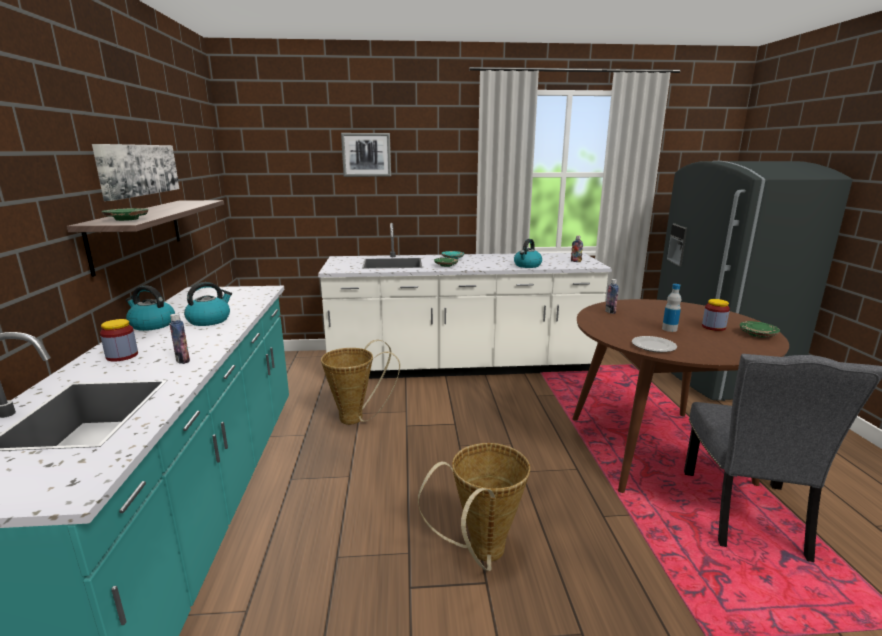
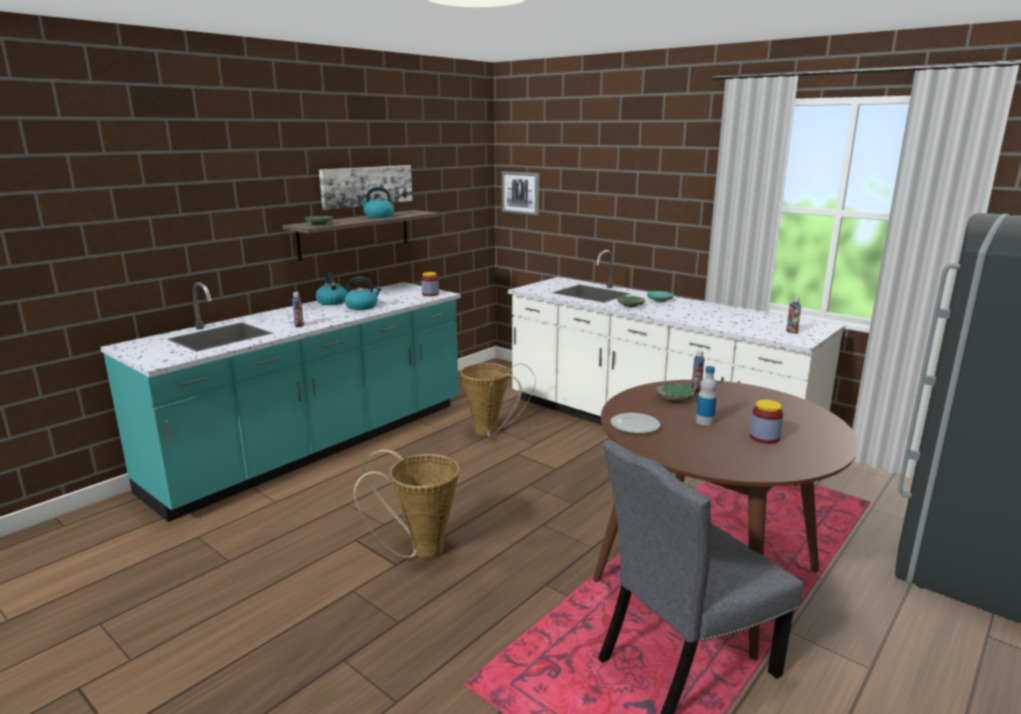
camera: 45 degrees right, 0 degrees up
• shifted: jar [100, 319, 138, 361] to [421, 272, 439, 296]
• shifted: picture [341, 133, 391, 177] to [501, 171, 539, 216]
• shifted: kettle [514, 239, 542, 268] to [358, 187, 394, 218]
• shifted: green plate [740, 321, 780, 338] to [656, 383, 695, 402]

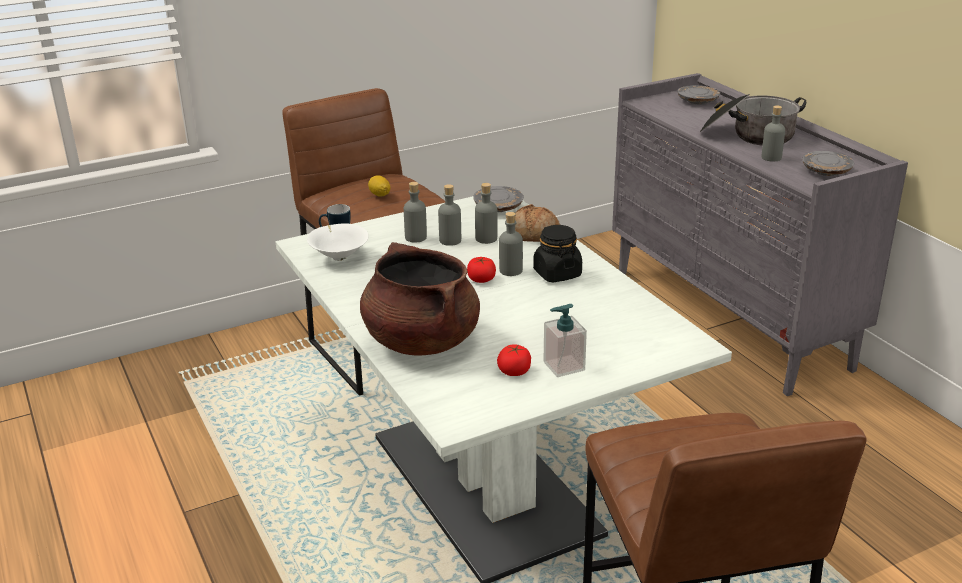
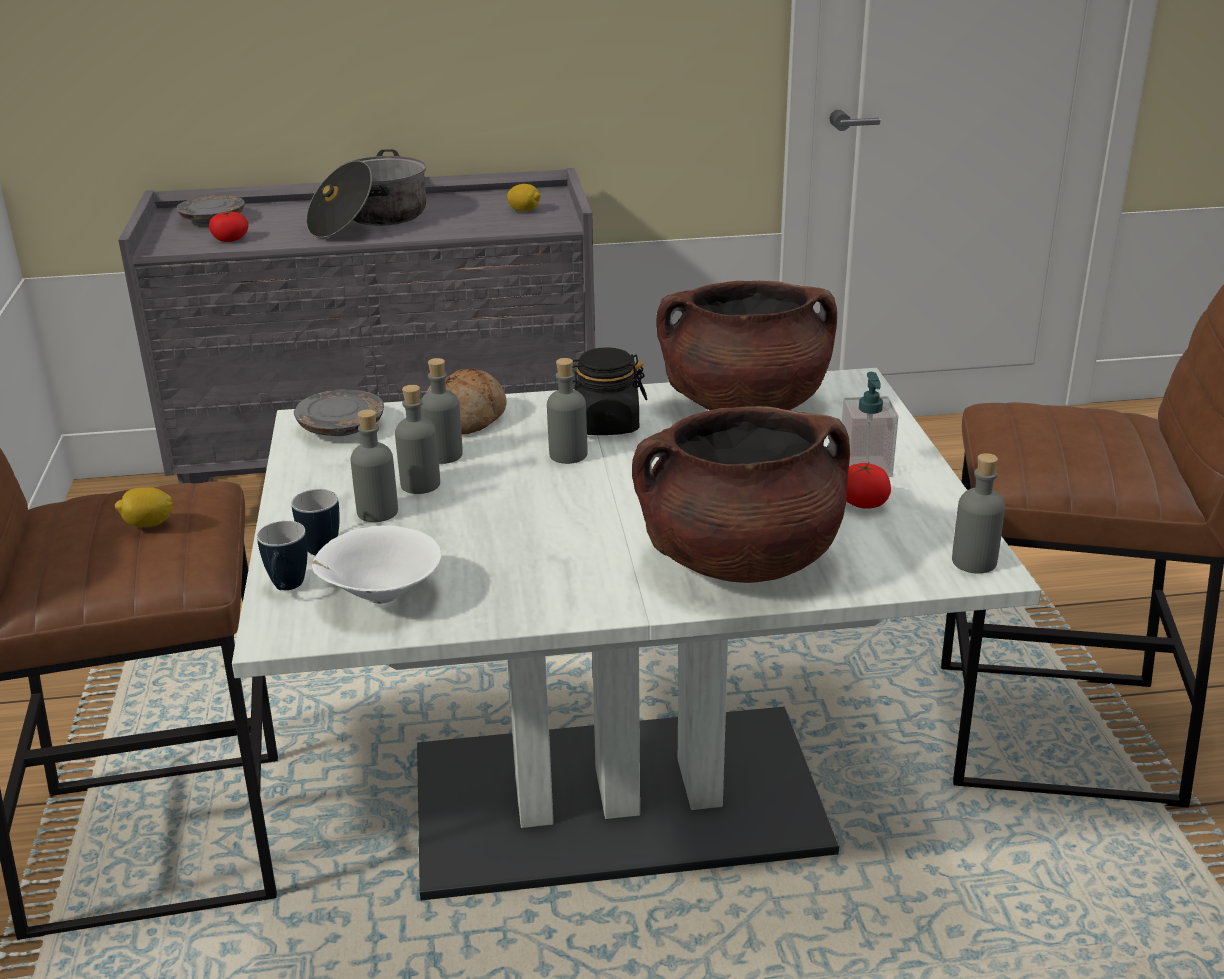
camera: 70 degrees left, 0 degrees up
• shifted: tomato [467, 257, 496, 283] to [209, 212, 248, 242]
• shifted: grey bottle [761, 105, 785, 162] to [952, 453, 1005, 574]
• swapped: grey plate [803, 151, 855, 176] to lemon [507, 184, 541, 212]
• new: mug [291, 489, 339, 556]
• new: brown cooking pot [656, 281, 837, 410]

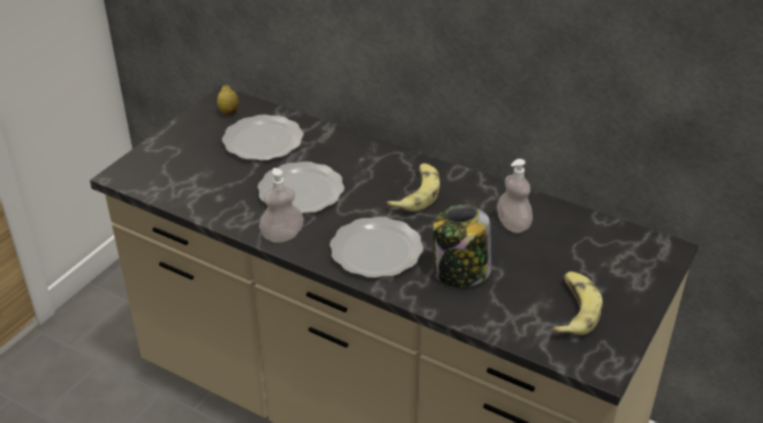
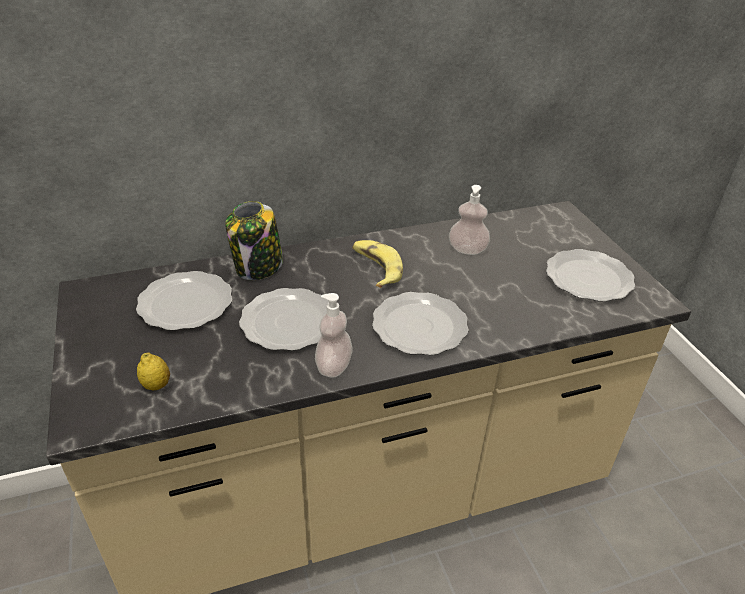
camera: 50 degrees left, 0 degrees up
• shifted: lemon [217, 85, 239, 115] to [137, 352, 170, 390]
• shifted: jar [433, 204, 491, 288] to [225, 201, 283, 280]
• swapped: banana [553, 272, 603, 335] to plate [546, 249, 635, 302]

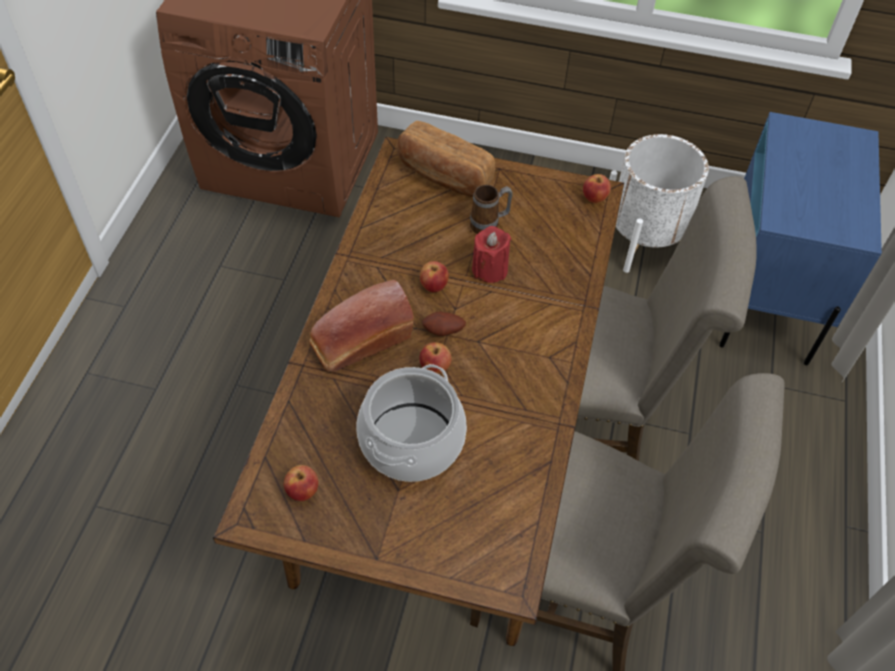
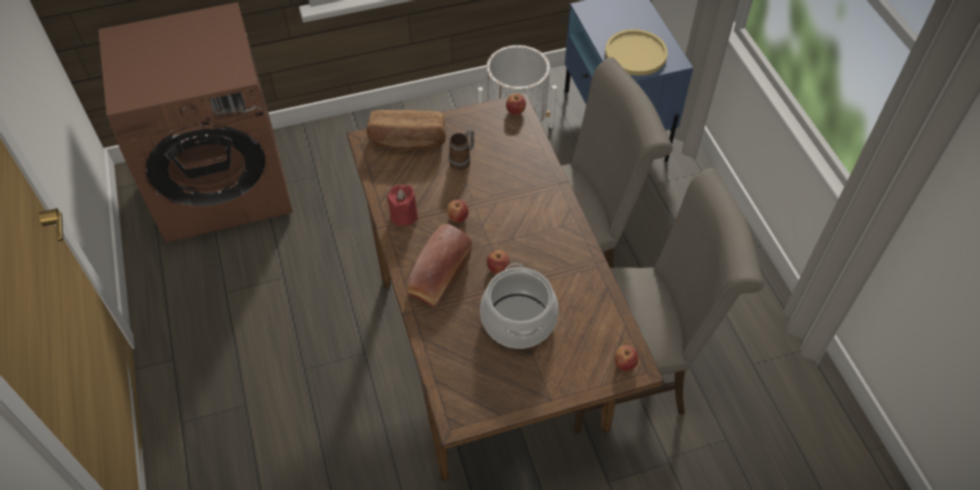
camera: 30 degrees left, 0 degrees up
• shifted: apple [284, 465, 318, 501] to [615, 345, 639, 371]
• gone: potato [422, 312, 466, 336]
• shifted: red candle [472, 226, 511, 283] to [387, 185, 418, 227]
• new: yellow plate [605, 29, 668, 76]

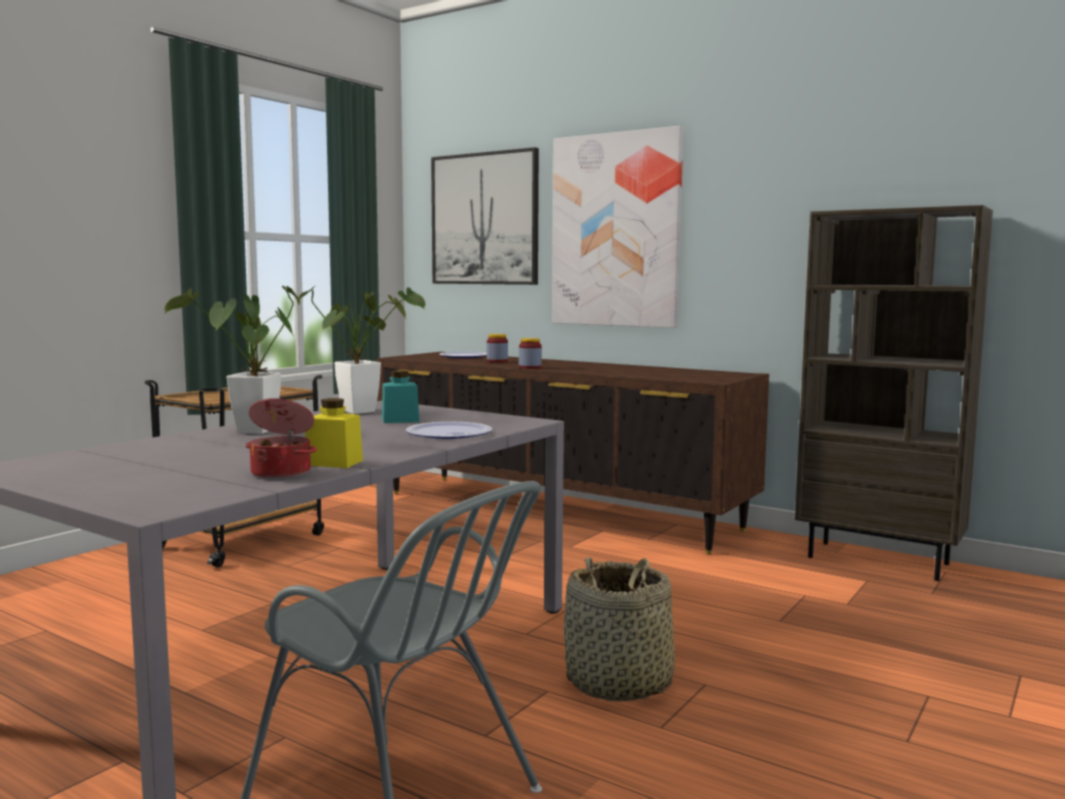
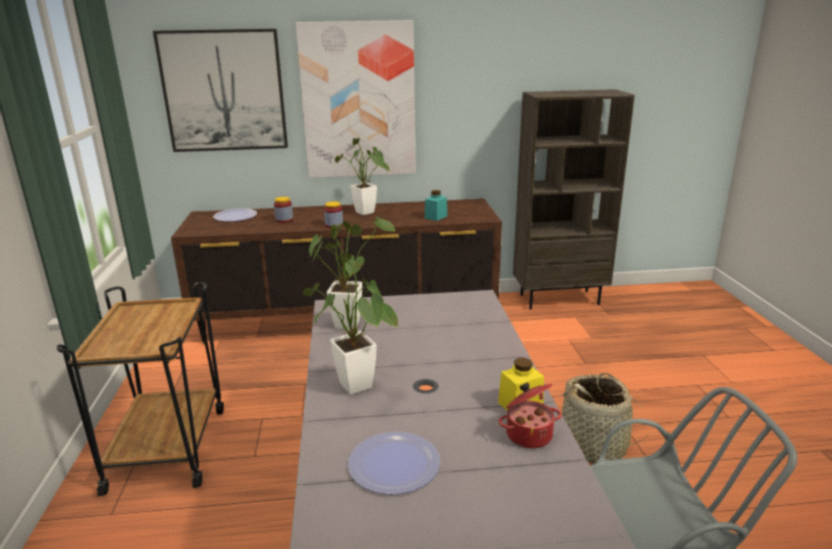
camera: 40 degrees left, 15 degrees up
• shifted: turquoise jar [382, 371, 419, 423] to [424, 190, 448, 221]
• shifted: plate [406, 422, 493, 439] to [348, 432, 440, 495]
• new: potted plant [335, 138, 390, 215]

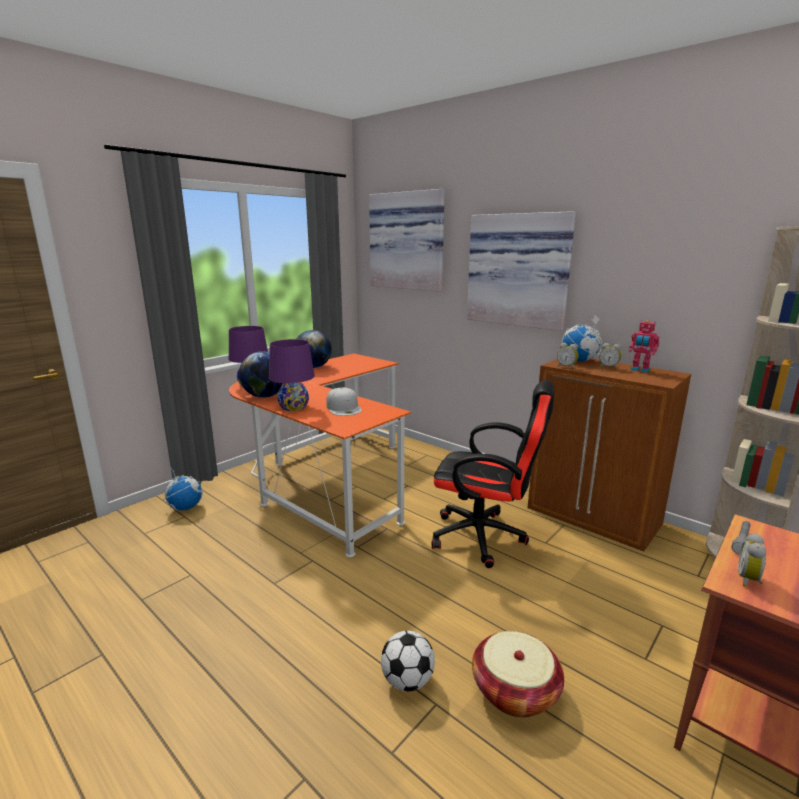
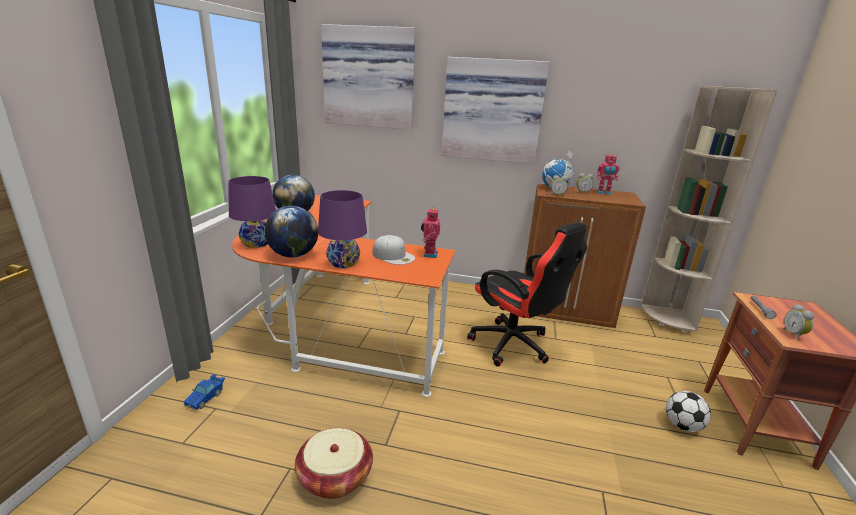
camera: 30 degrees left, 5 degrees up
• swapped: globe [163, 468, 203, 511] to blue toy car [183, 374, 225, 411]
• shifted: football [381, 631, 435, 691] to [666, 391, 711, 432]
• rotated: black office chair [432, 380, 554, 568] = [467, 222, 587, 366] 60 degrees clockwise
• shifted: basket [472, 631, 564, 717] to [295, 428, 373, 499]
• new: toy robot [421, 207, 440, 258]

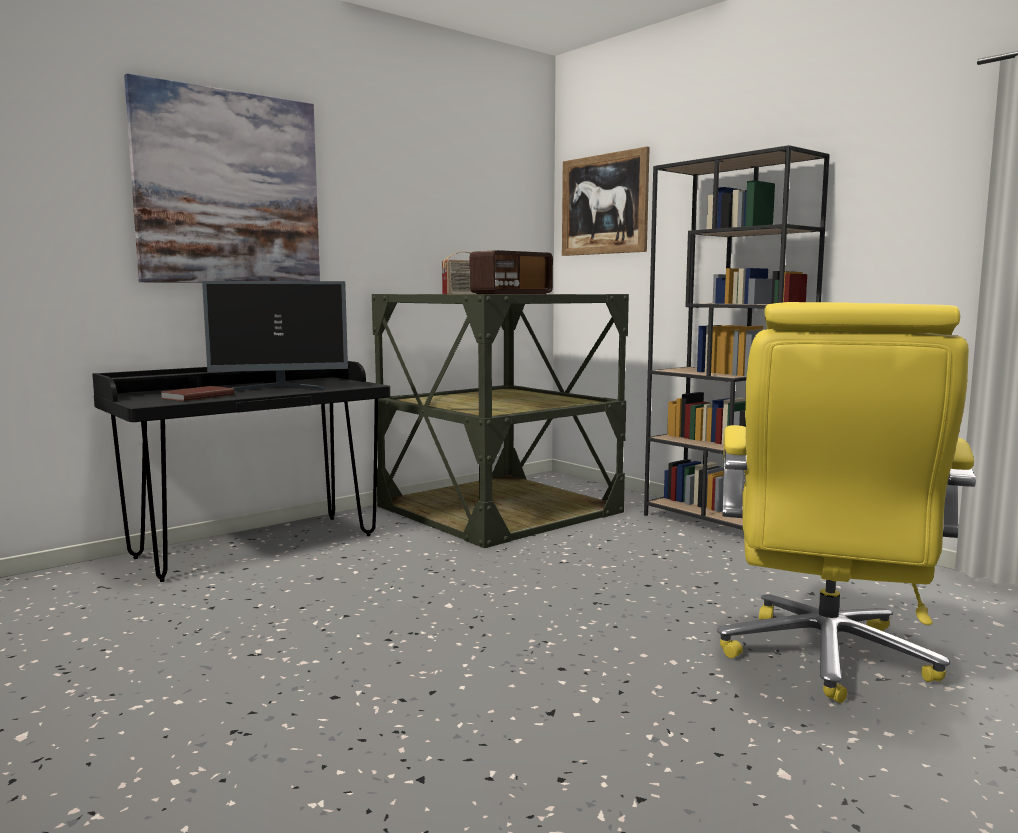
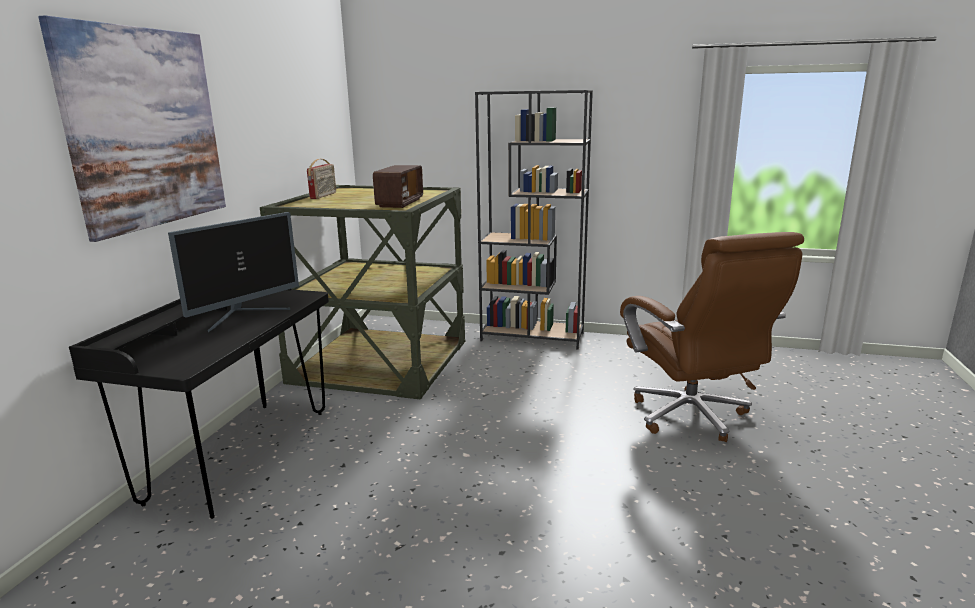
camera: 35 degrees left, 10 degrees up
• gone: brown book [160, 386, 235, 401]
• gone: picture [562, 147, 650, 256]
• repainted: yellow office chair [717, 302, 976, 703] to brown office chair [620, 232, 804, 442]

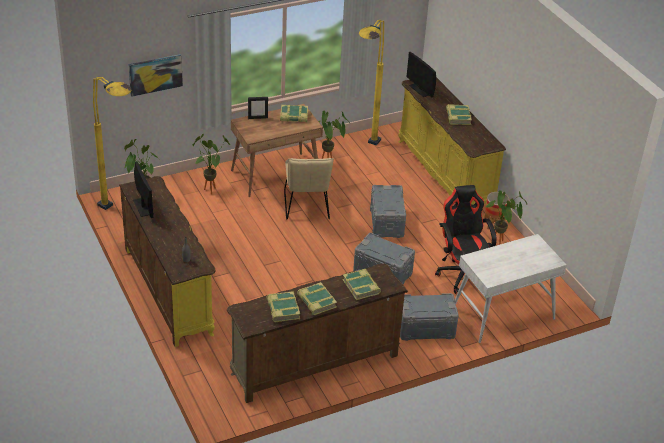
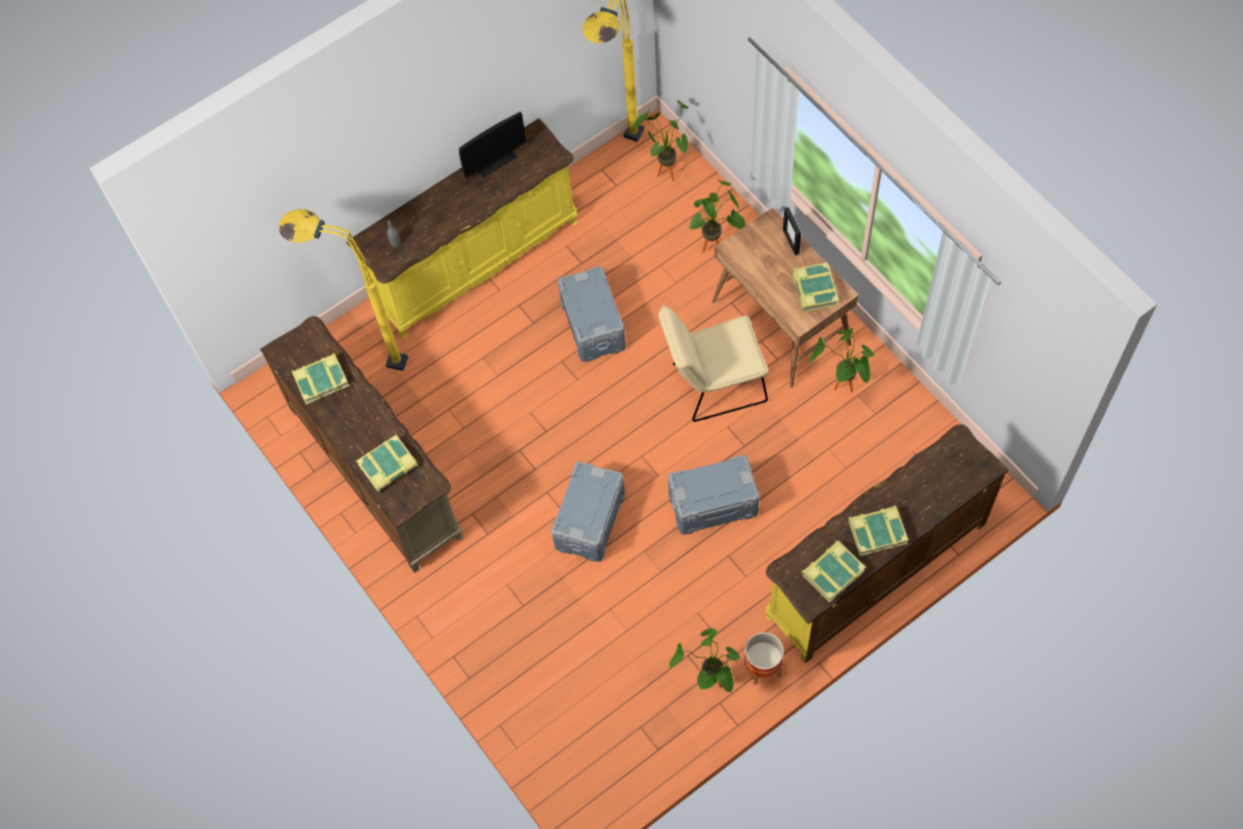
camera: 85 degrees right, 25 degrees up
• gone: picture [128, 54, 183, 97]
• shifted: book [297, 282, 337, 315] to [801, 541, 866, 603]
• shifted: yellow floor lamp [359, 20, 384, 146] to [279, 209, 408, 371]
• shifted: grey storage box [400, 293, 459, 341] to [558, 266, 626, 362]
• gone: monitor [407, 52, 436, 98]
• gone: black office chair [435, 185, 497, 294]
• gone: white desk [455, 234, 567, 343]

